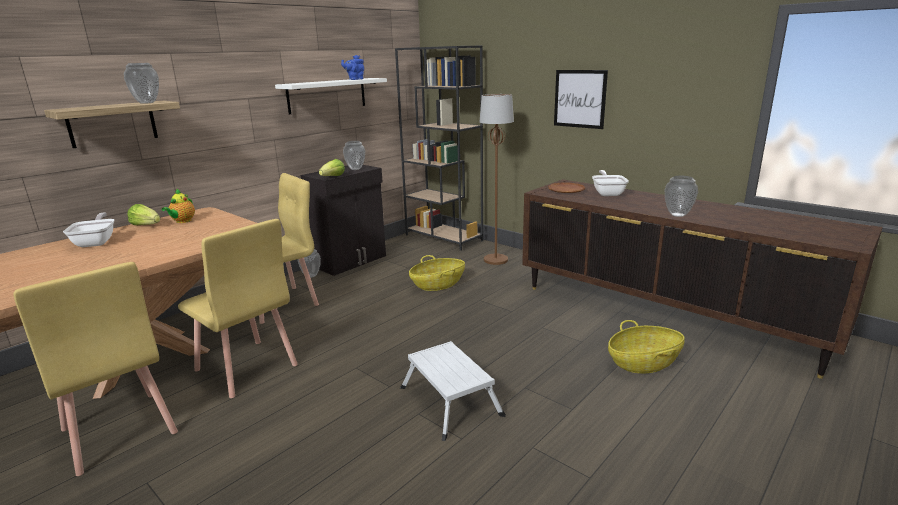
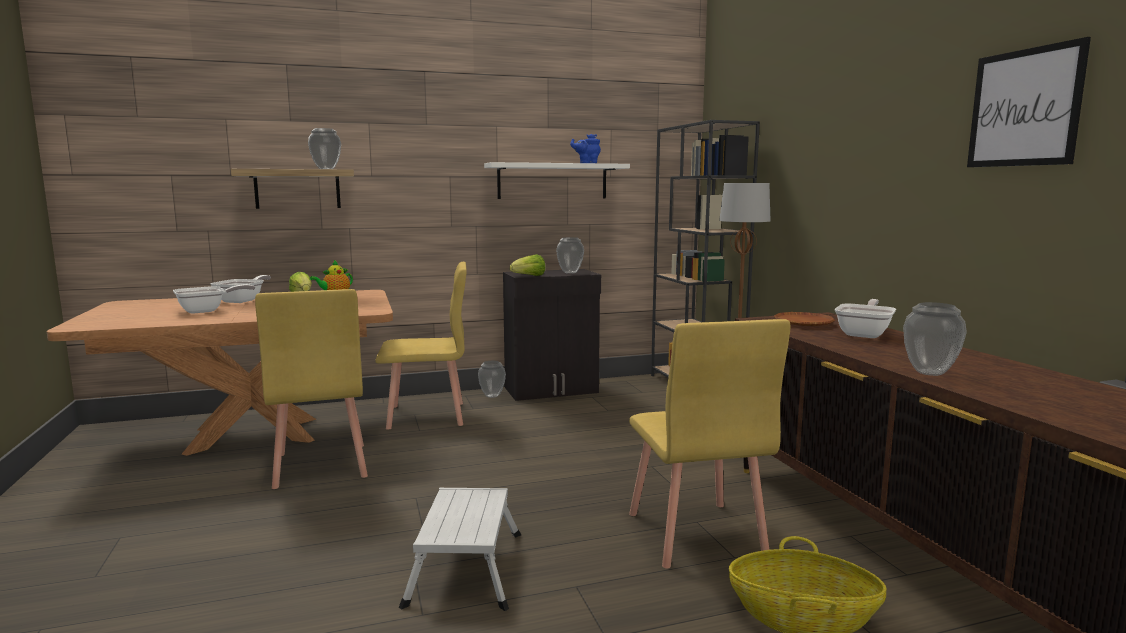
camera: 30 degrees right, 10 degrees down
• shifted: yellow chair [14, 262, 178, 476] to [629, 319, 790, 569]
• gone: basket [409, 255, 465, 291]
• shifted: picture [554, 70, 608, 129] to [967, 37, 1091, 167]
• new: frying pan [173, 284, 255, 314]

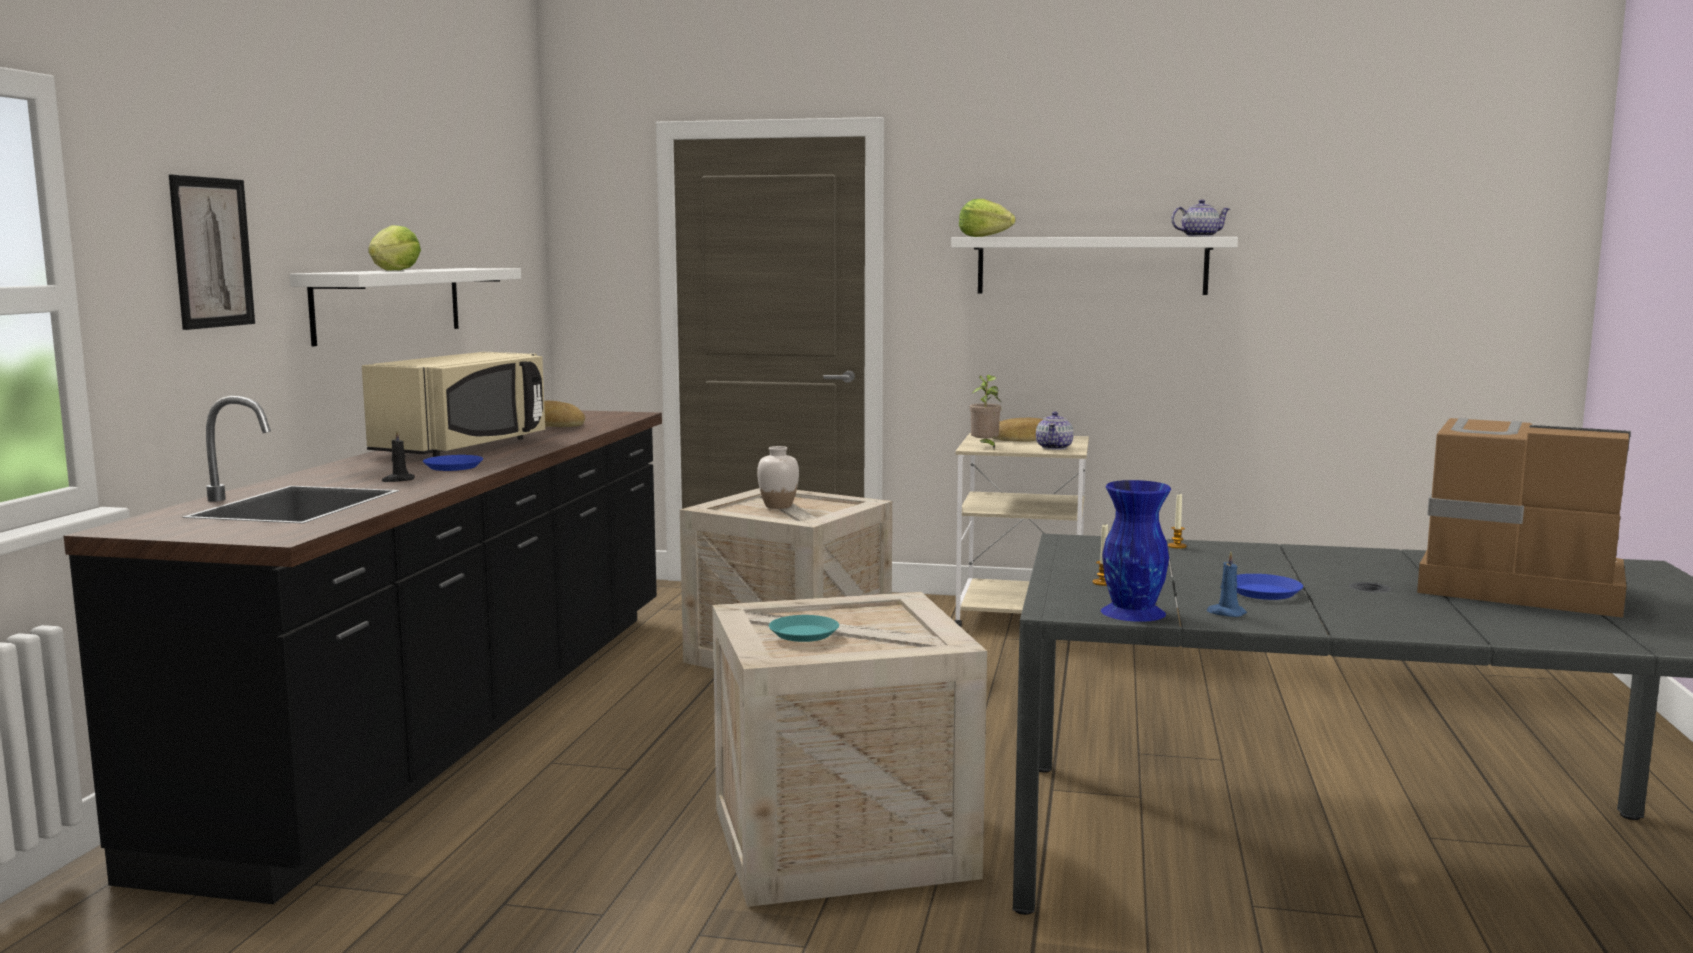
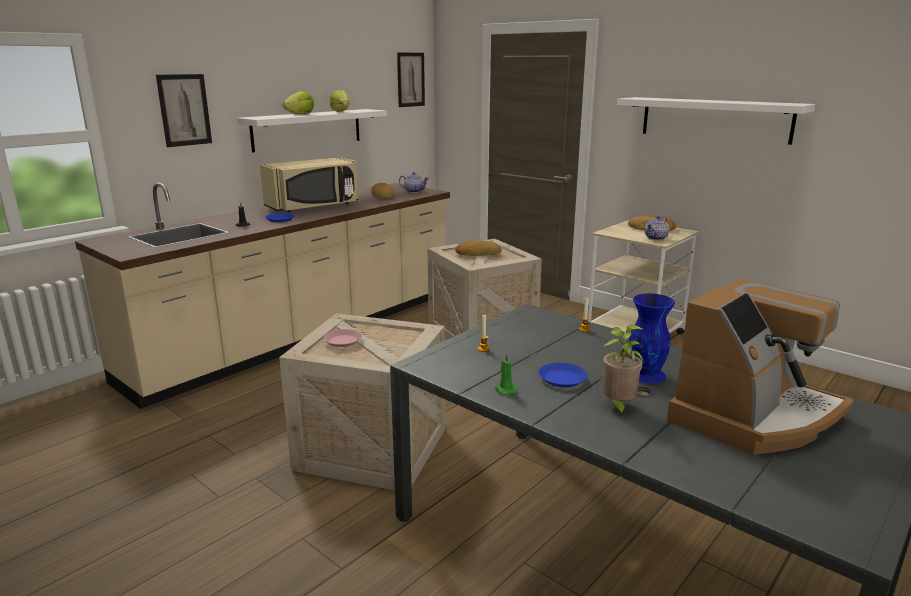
camera: 30 degrees right, 10 degrees up
• repainted: black counter [64, 396, 662, 904] to beige counter [75, 182, 450, 409]
• swapped: white vase [757, 446, 799, 509] to bread [455, 240, 502, 256]
• repainted: turquoise plate [769, 615, 839, 642] to pink plate [324, 329, 362, 347]
• shifted: lettuce [959, 199, 1015, 237] to [330, 90, 350, 112]
• shifted: potted plant [970, 375, 1002, 449] to [603, 324, 644, 417]
• shifted: blue vase [1101, 480, 1171, 622] to [628, 293, 675, 384]
• shifted: teapot [1171, 200, 1230, 237] to [399, 172, 428, 193]
• repainted: blue candle [1207, 551, 1247, 617] to green candle [495, 354, 518, 395]
• rotated: coffee machine [1417, 418, 1631, 618] = [667, 279, 854, 455] 75 degrees clockwise
• new: picture [397, 52, 425, 107]

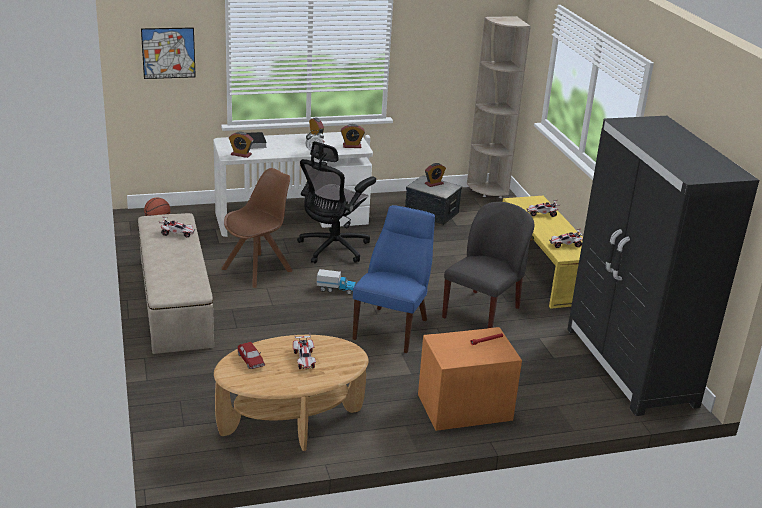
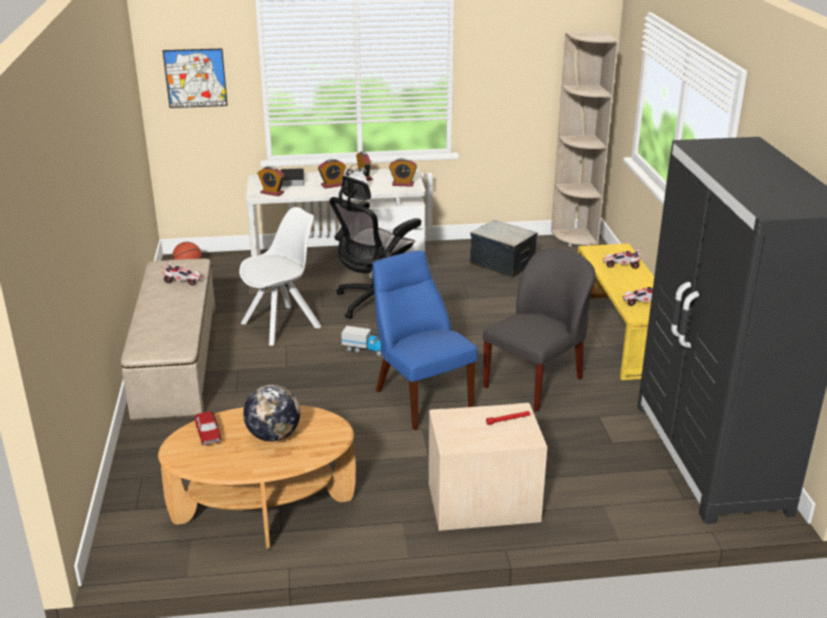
camera: 10 degrees right, 0 degrees up
• repainted: brown chair [222, 168, 292, 288] to white chair [239, 207, 321, 346]
• swapped: toy car [293, 336, 316, 369] to globe [243, 385, 300, 442]
• rotated: blue chair [353, 205, 435, 353] = [373, 250, 478, 430] 60 degrees counterclockwise
• repainted: orange nightstand [418, 327, 522, 431] to beige nightstand [429, 403, 547, 531]
• shifted: alarm clock [425, 163, 446, 187] to [318, 159, 346, 189]

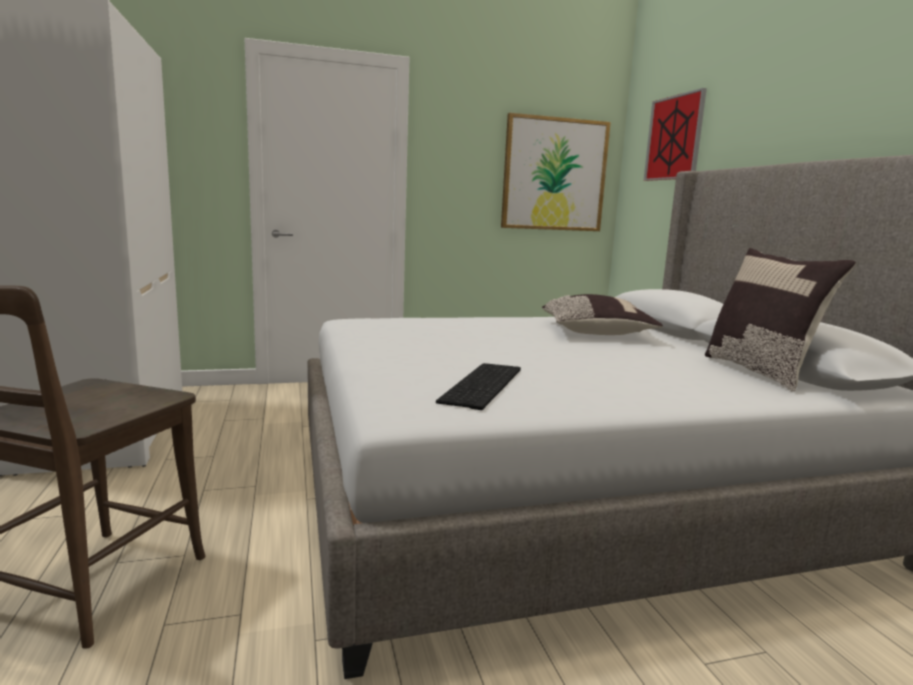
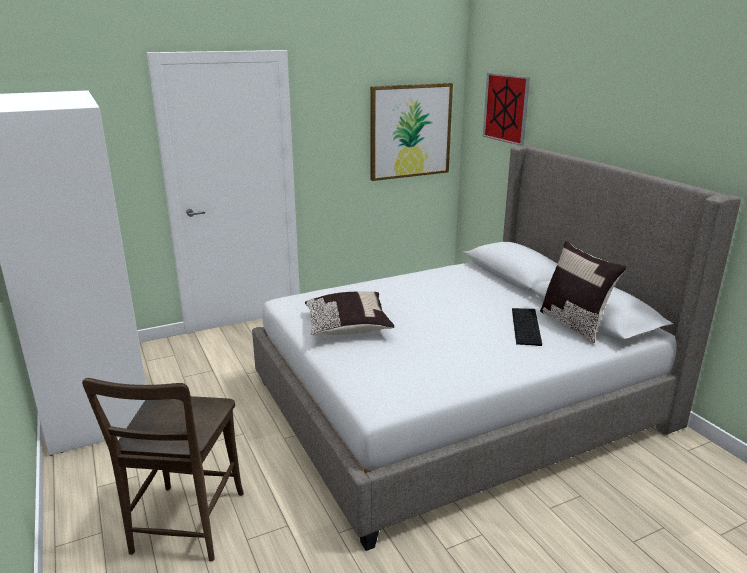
camera: 10 degrees left, 10 degrees up
• shifted: keyboard [436, 363, 521, 410] to [512, 308, 542, 346]
• shifted: pillow [542, 294, 663, 335] to [305, 291, 394, 335]

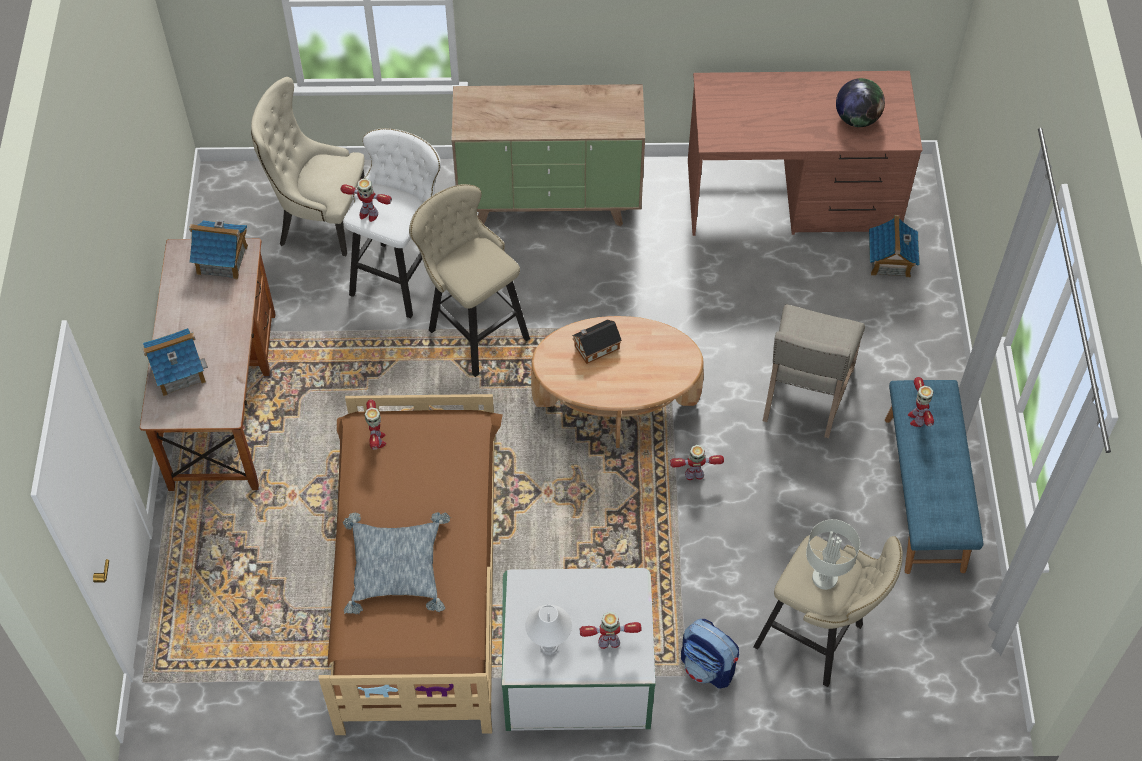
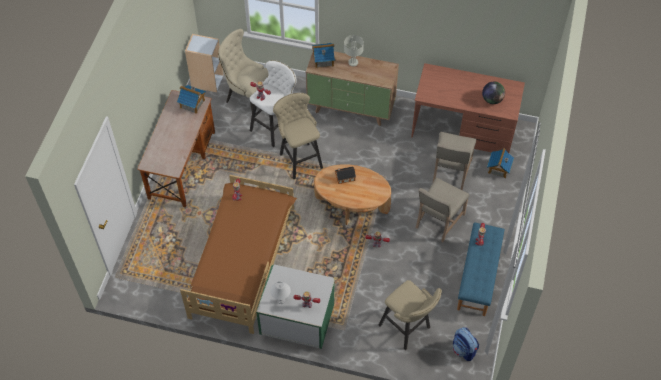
camera: 15 degrees right, 0 degrees up
• shifted: toy house [143, 328, 208, 396] to [312, 43, 336, 68]
• gone: pillow [343, 512, 451, 614]
• shifted: backpack [681, 619, 739, 689] to [453, 327, 479, 361]
• shifted: grey table lamp [806, 519, 860, 590] to [344, 35, 364, 67]
• new: bookcase [185, 34, 224, 92]
• new: beige chair [433, 132, 476, 190]

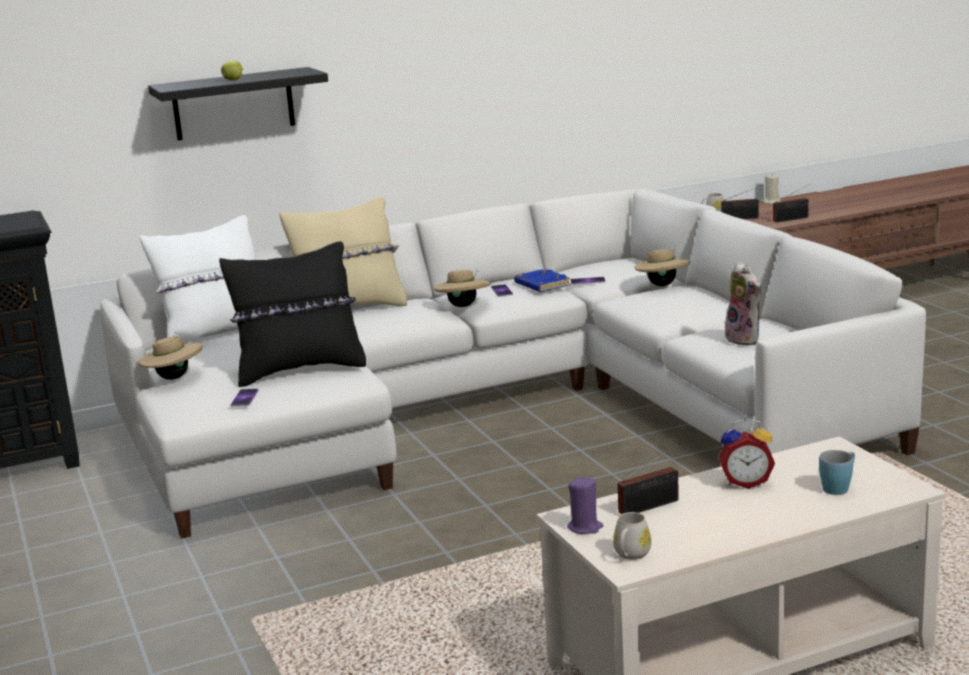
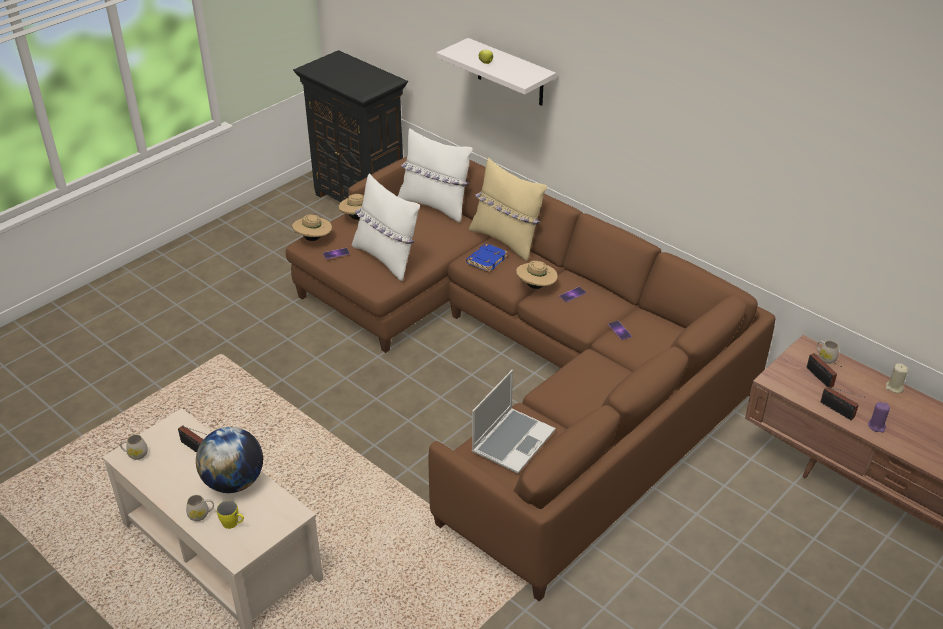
camera: 65 degrees right, 20 degrees up
• repainted: white sofa [101, 189, 926, 539] to brown sofa [286, 157, 775, 602]
• repainted: black shelf [148, 67, 328, 140] to white shelf [436, 38, 556, 106]
• repainted: black pillow [219, 241, 366, 387] to white pillow [352, 173, 420, 281]
• shifted: blue book [514, 269, 571, 292] to [466, 243, 508, 272]
• shifted: purple candle [567, 477, 603, 534] to [868, 402, 890, 433]
• shifted: beige hat [634, 246, 691, 286] to [292, 214, 332, 241]
• swapped: alarm clock [719, 419, 775, 489] to globe [196, 427, 263, 493]
• swapped: plush toy [725, 262, 761, 345] to laptop [472, 370, 556, 474]
• repainted: blue mug [819, 450, 855, 495] to yellow mug [217, 500, 244, 529]
• new: white mug [186, 495, 214, 521]

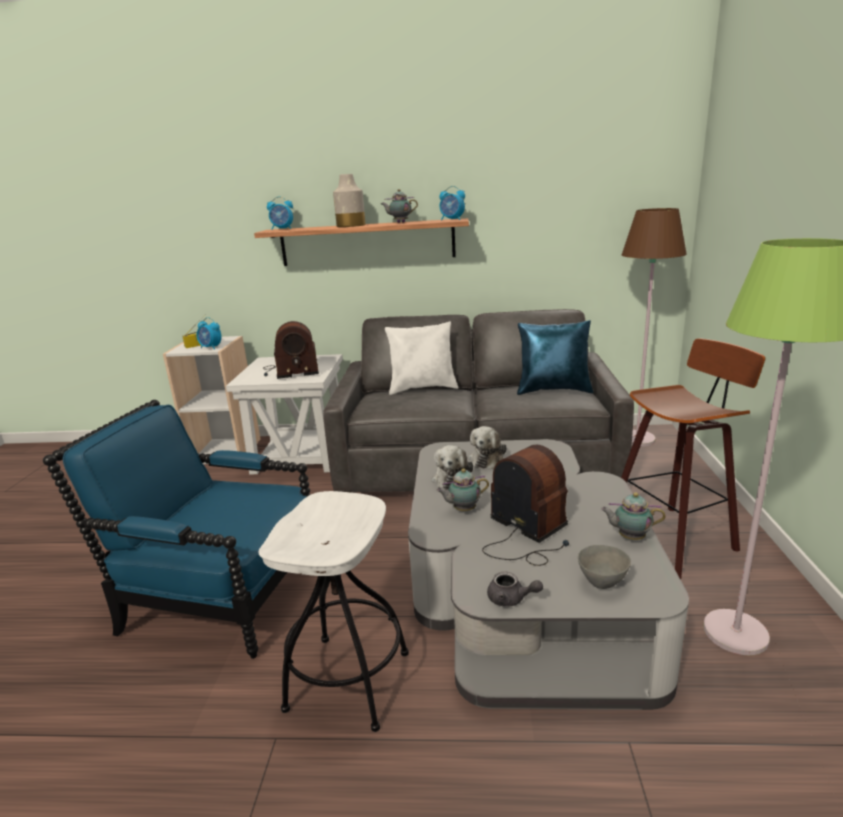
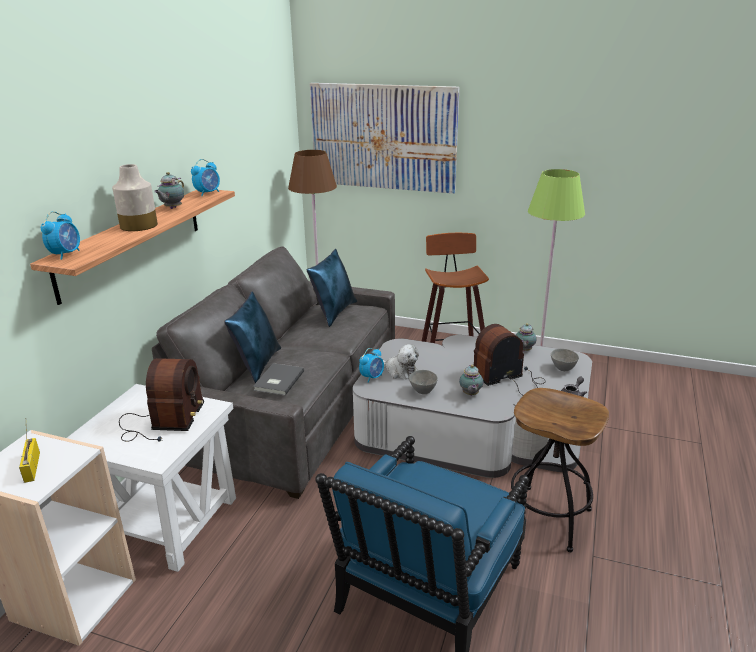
camera: 75 degrees left, 5 degrees up
• shifted: alarm clock [197, 317, 222, 350] to [359, 348, 384, 383]
• repainted: white stool [259, 491, 409, 732] to brown stool [511, 388, 609, 552]
• repainted: white pillow [385, 321, 459, 395] to blue pillow [224, 292, 281, 383]
• swapped: plush toy [432, 445, 473, 490] to grey bowl [409, 370, 438, 394]
• new: grey book [253, 363, 304, 396]
• new: picture [310, 83, 459, 194]

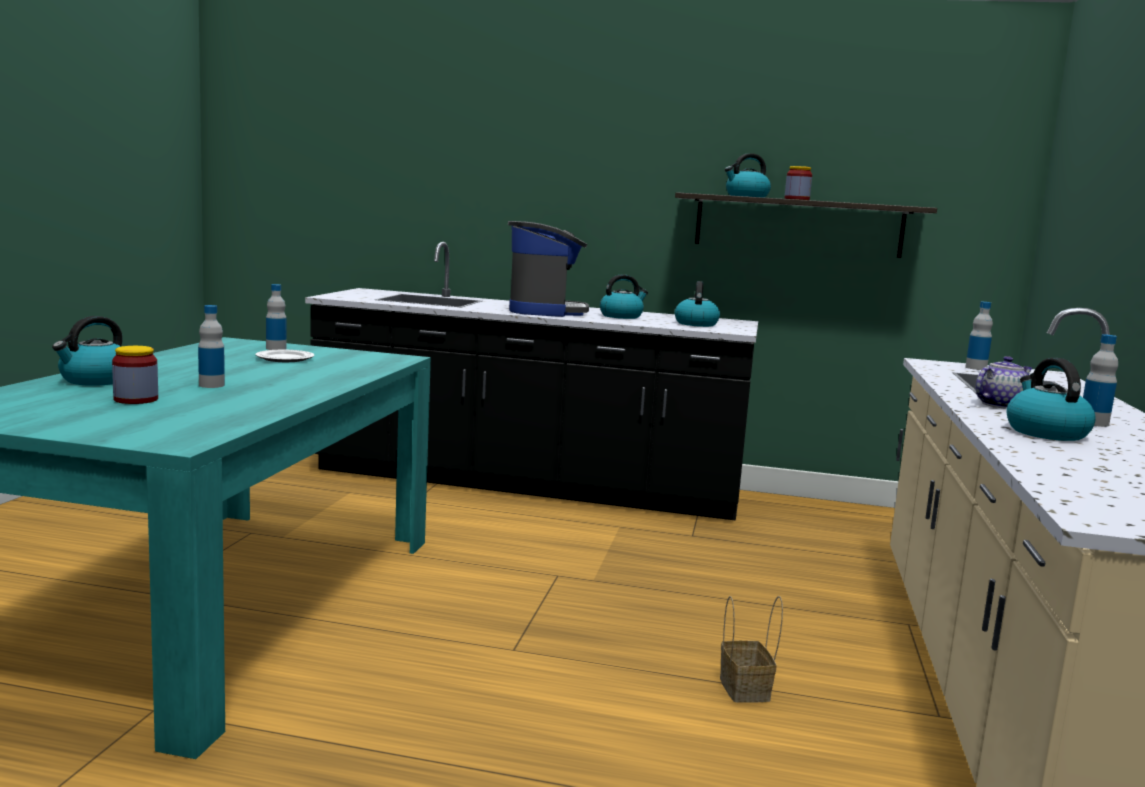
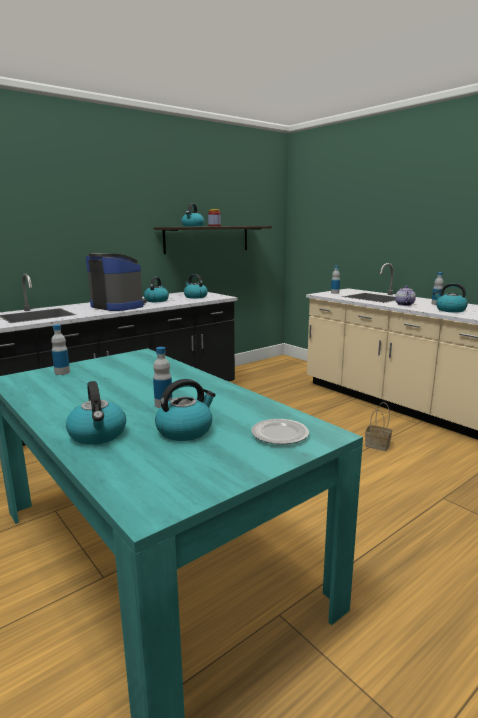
camera: 50 degrees left, 5 degrees up
• swapped: jar [112, 346, 158, 404] to kettle [155, 379, 216, 441]
• shifted: plate [256, 350, 314, 362] to [251, 419, 309, 444]

